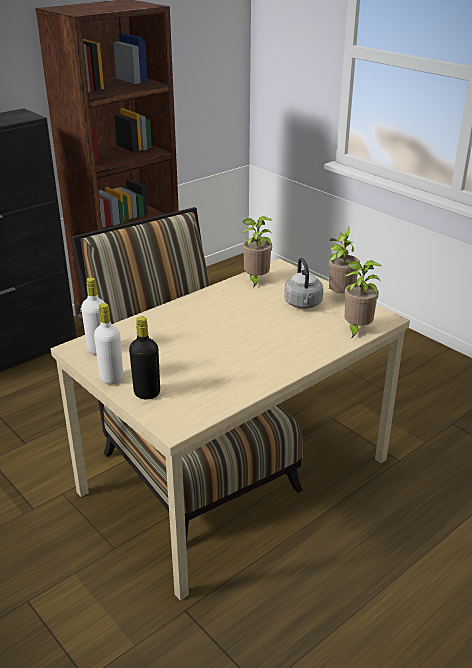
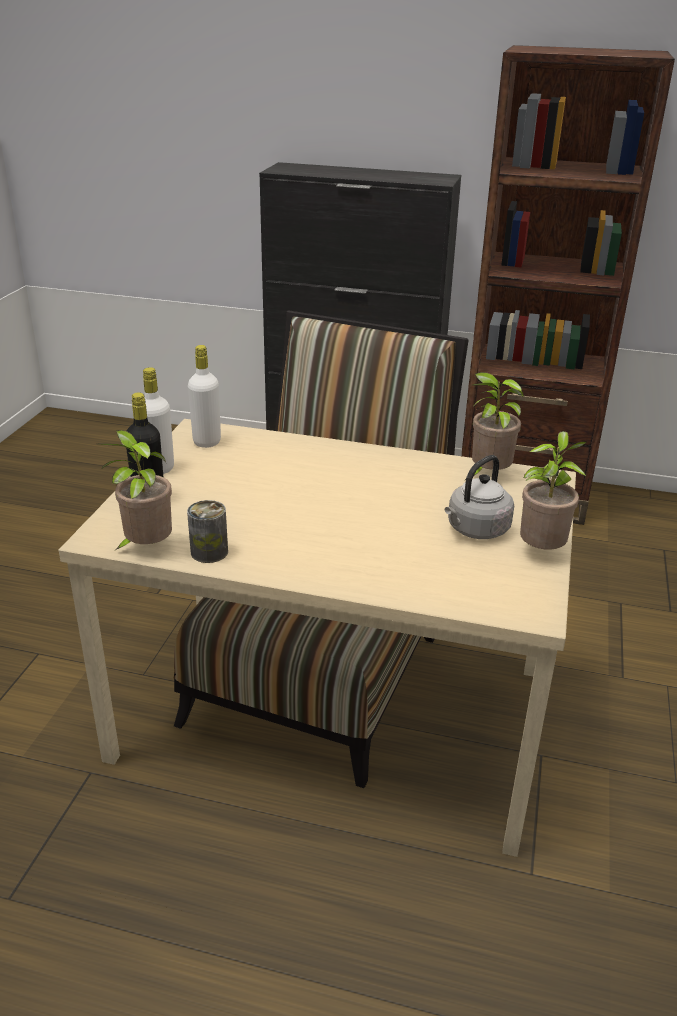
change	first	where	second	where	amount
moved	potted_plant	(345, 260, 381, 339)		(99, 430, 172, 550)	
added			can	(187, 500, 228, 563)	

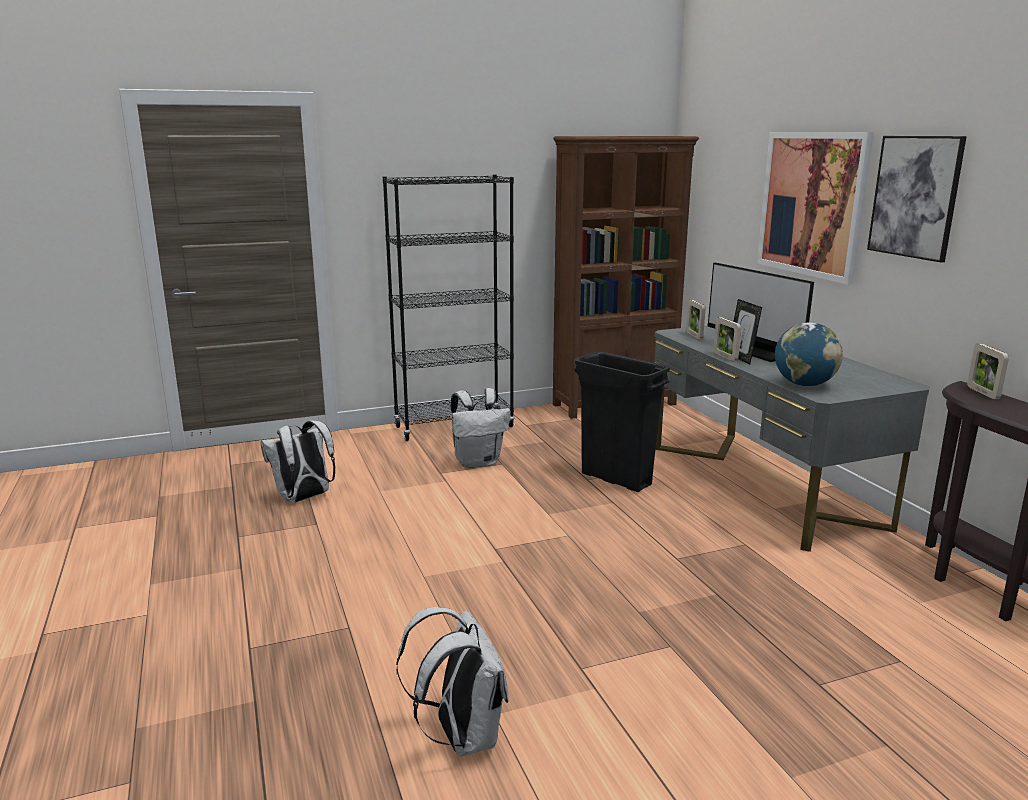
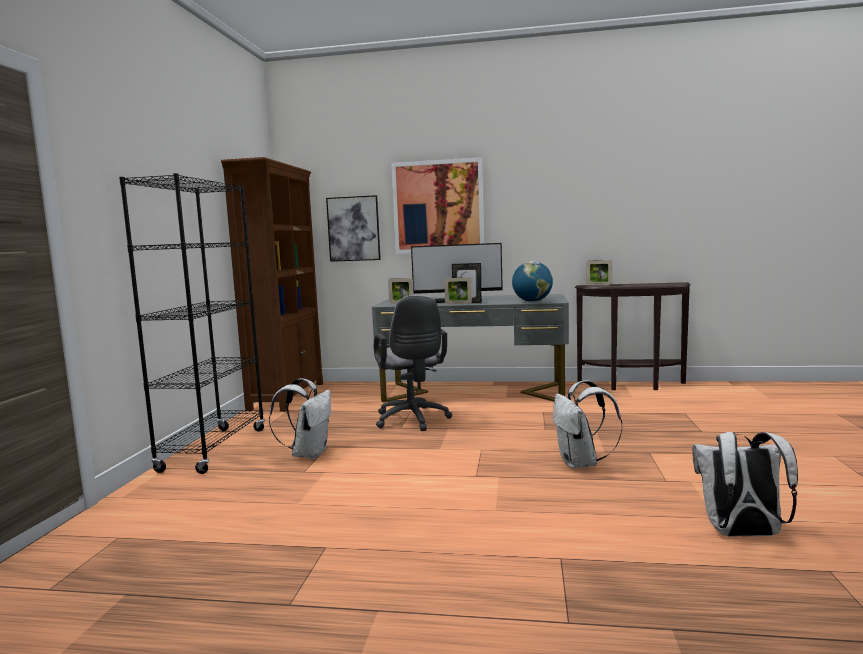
change	first	where	second	where	amount
moved	wall_picture	(867, 136, 967, 262)		(326, 195, 381, 262)	
replaced	black-coloured_trash_can	(575, 352, 670, 492)	gray_computer_chair	(374, 295, 452, 431)	
moved	whitish_knapsack	(260, 420, 335, 503)		(553, 380, 622, 469)	

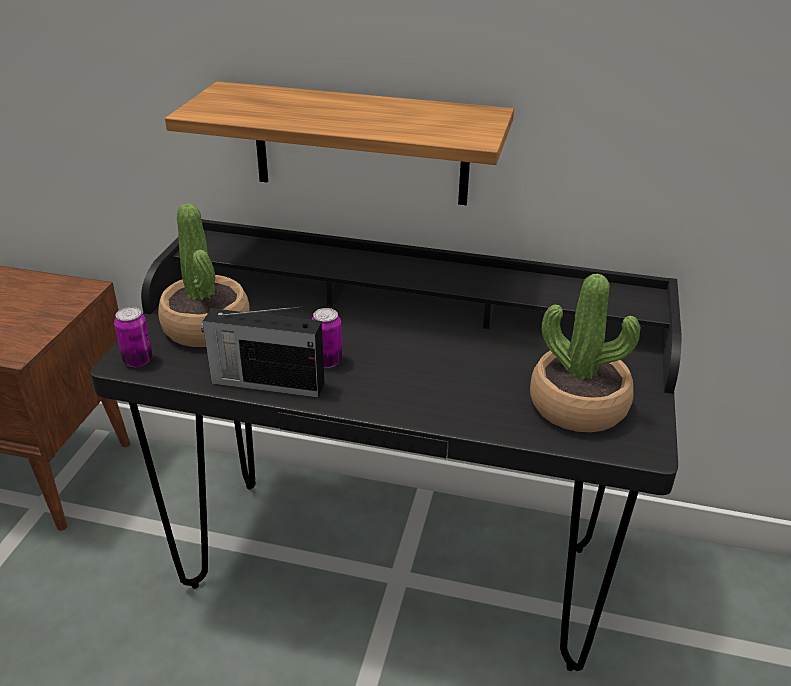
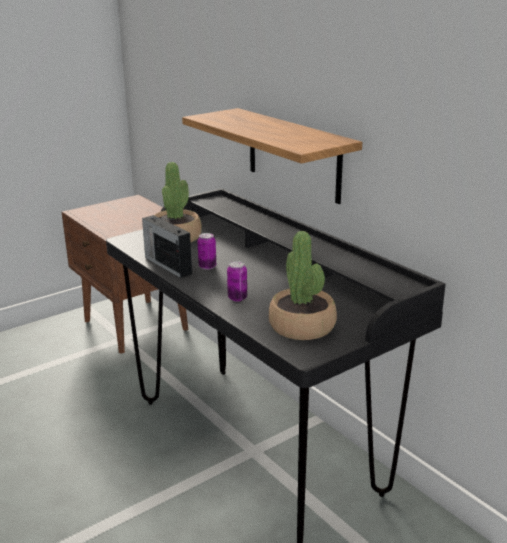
change	first	where	second	where	amount
moved	can	(114, 307, 152, 367)		(227, 261, 247, 301)	

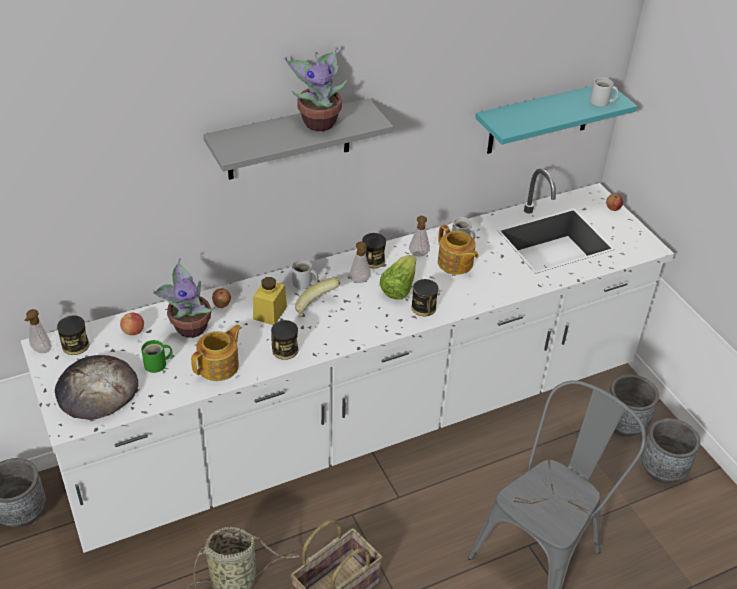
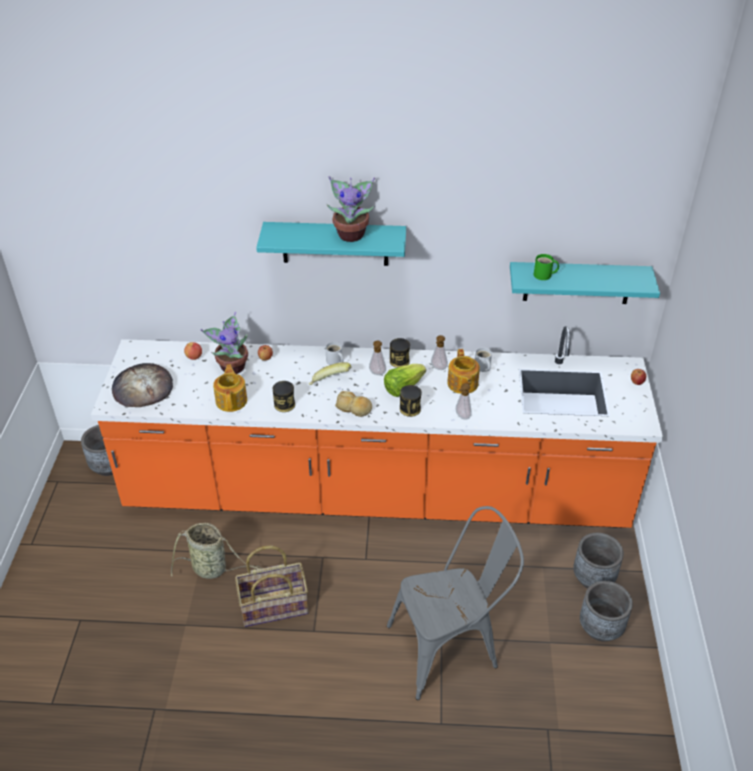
change	first	where	second	where	amount
recoloured	whitish_kitchen_base_unit	(21, 169, 674, 553)	orange_kitchen_base_unit	(91, 326, 663, 528)	
turned	pot_for_tea	(191, 325, 242, 381)		(213, 364, 247, 412)	75 degrees counterclockwise
recoloured	gray_bracket_shelf	(203, 98, 393, 180)	blue-green_bracket_shelf	(256, 222, 406, 266)	
added			bread	(335, 391, 372, 417)	
moved	soap_bottle	(24, 309, 52, 353)		(456, 383, 472, 420)	
moved	green_mug	(141, 340, 172, 373)		(534, 254, 559, 280)	
removed	can	(57, 316, 89, 355)			
removed	yellow_jar	(253, 277, 287, 325)			
removed	whitish_mug	(590, 77, 619, 106)			

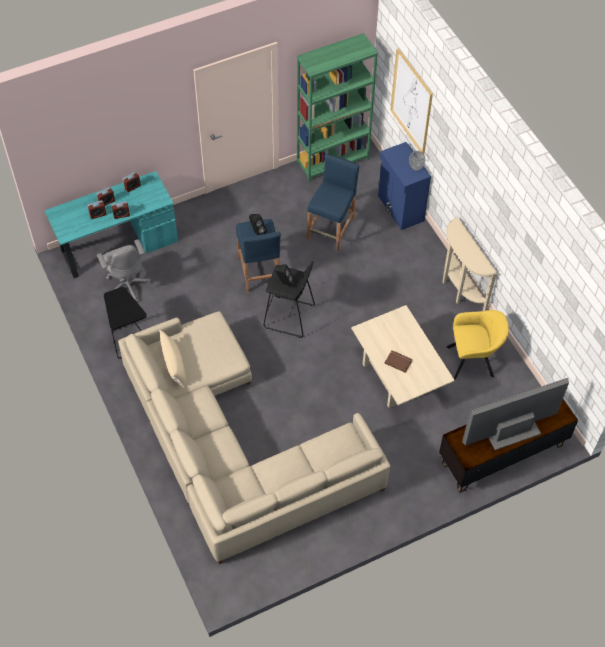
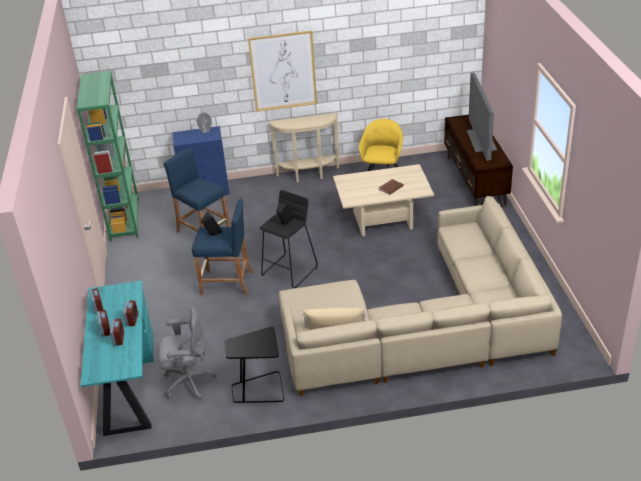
change	first	where	second	where	amount
moved	wall_picture	(390, 48, 433, 154)		(248, 30, 317, 112)	

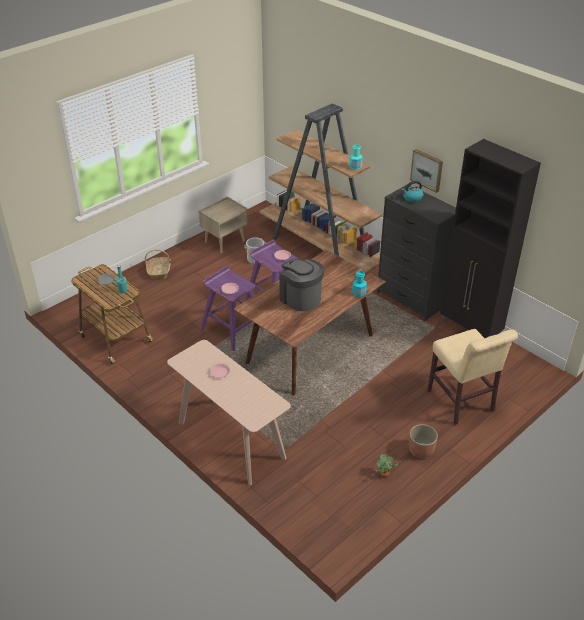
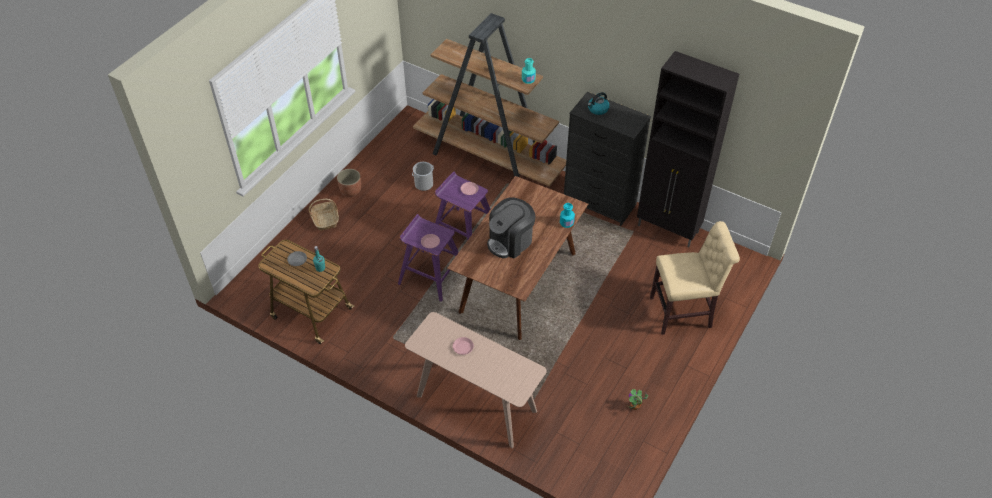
change	first	where	second	where	amount
moved	flower_pot	(409, 424, 438, 458)		(337, 169, 361, 197)	
turned	coffee_brewer	(279, 259, 324, 311)		(487, 197, 535, 258)	75 degrees counterclockwise
turned	beige_chair	(427, 329, 518, 425)		(650, 221, 740, 335)	60 degrees counterclockwise
removed	beige_bedside_table	(198, 196, 248, 253)			
removed	wall_picture	(410, 149, 443, 193)			

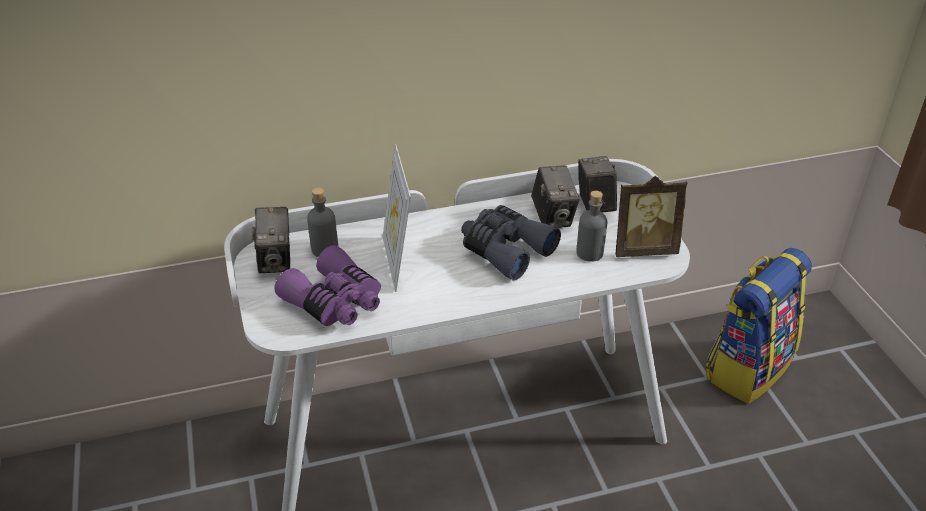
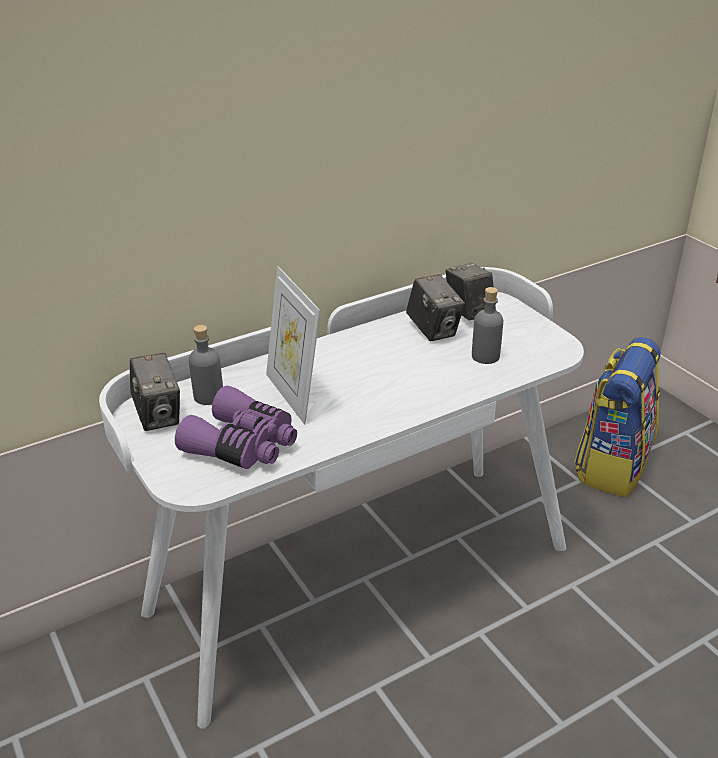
change	first	where	second	where	amount
removed	gray_pair_of_binoculars	(461, 205, 561, 280)			
removed	photo_frame	(615, 176, 687, 257)			

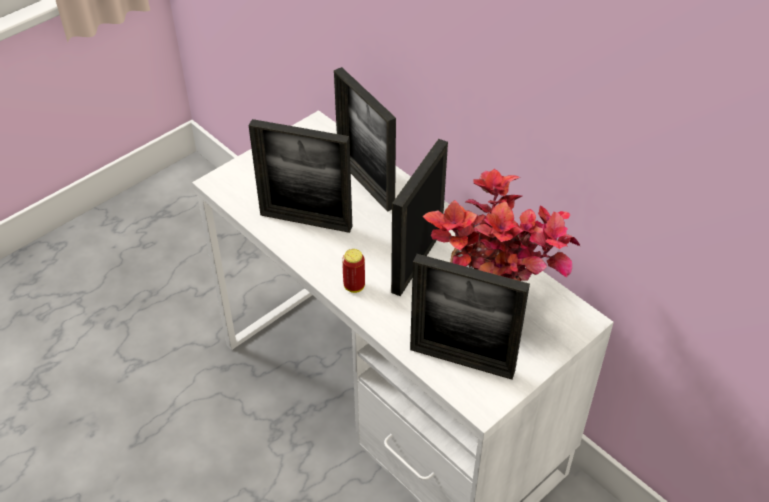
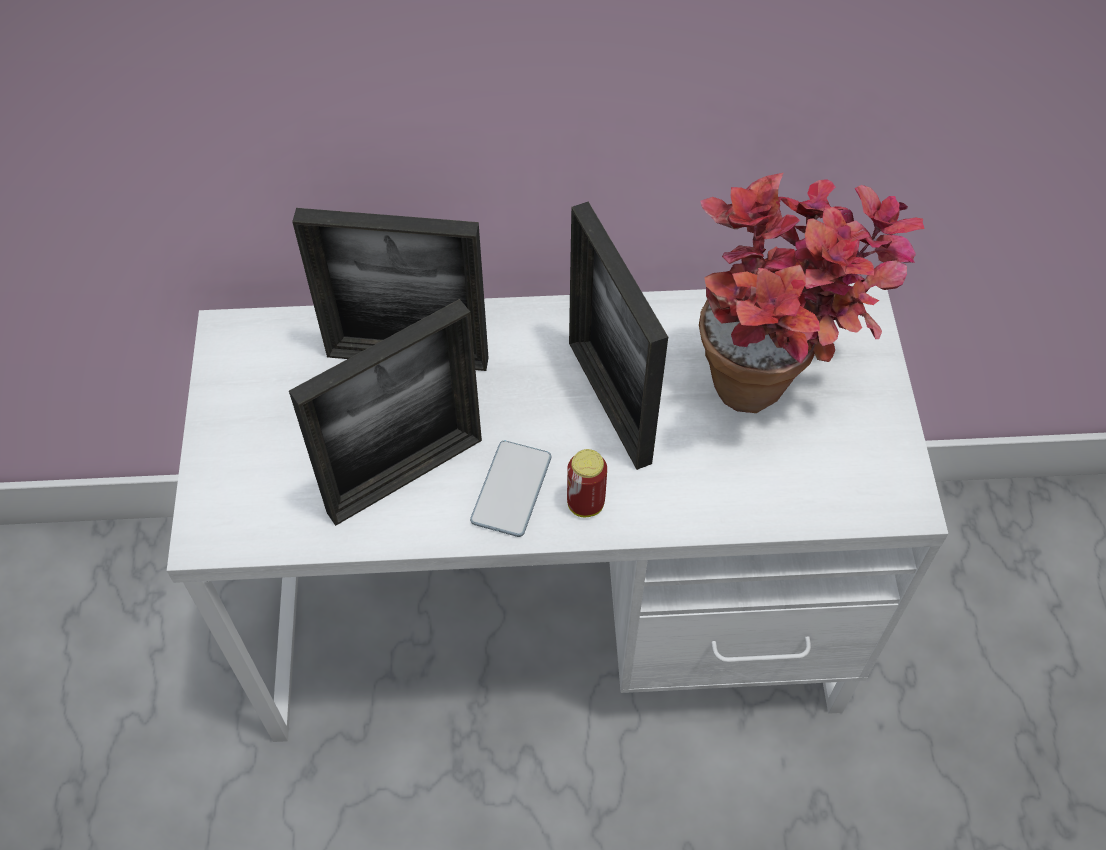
change	first	where	second	where	amount
added			phone	(470, 440, 551, 537)	
removed	photo_frame	(410, 254, 530, 380)			

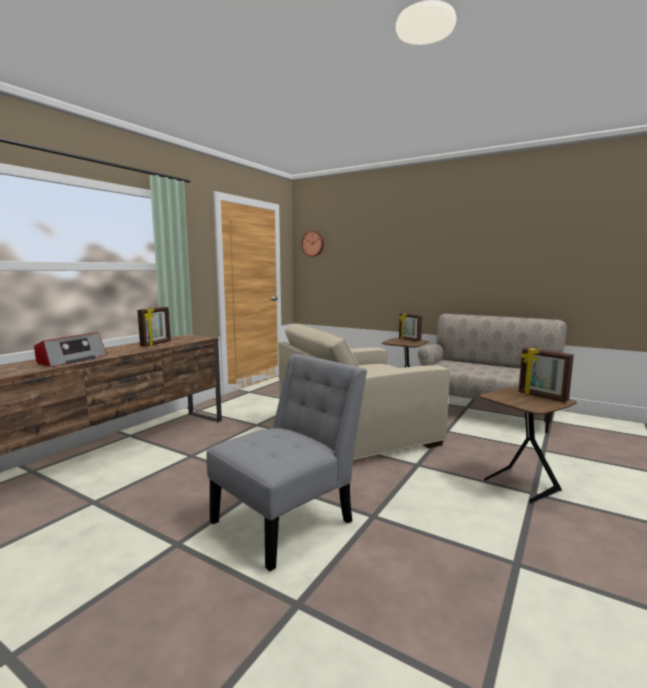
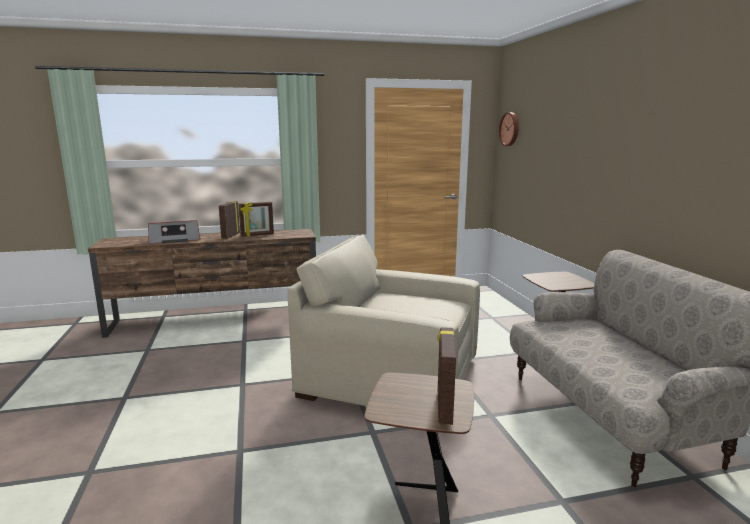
change	first	where	second	where	amount
moved	photo_frame	(399, 313, 422, 342)		(219, 201, 240, 239)	
removed	gray_chair	(206, 354, 367, 571)			

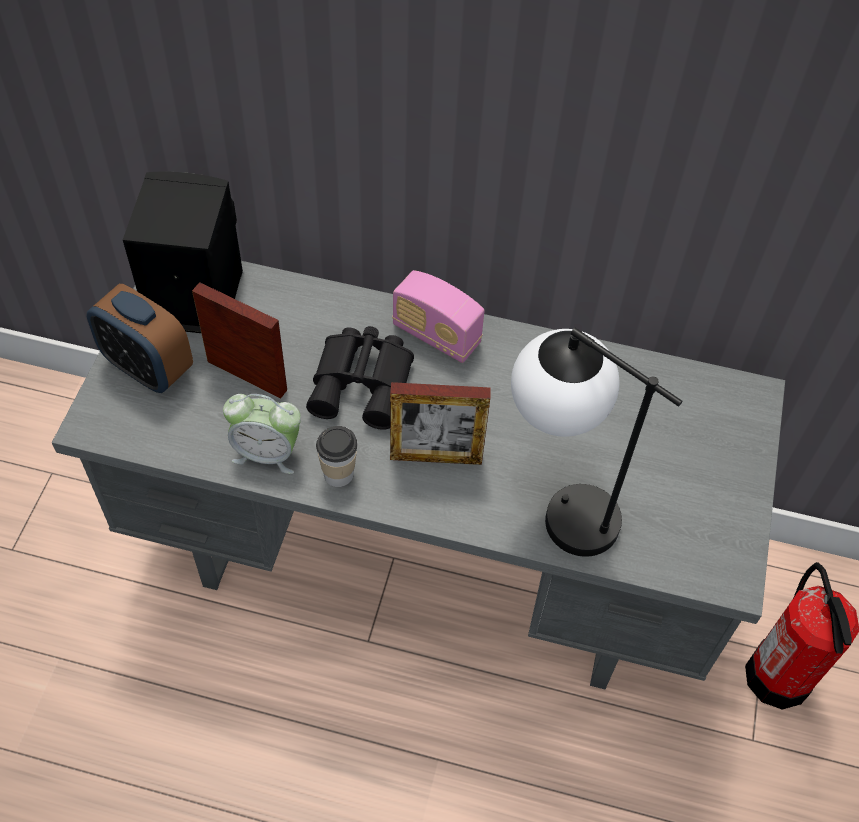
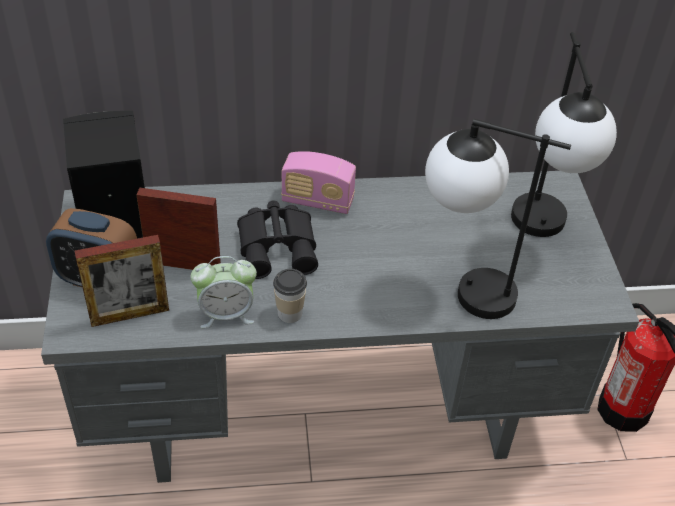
change	first	where	second	where	amount
moved	photo_frame	(390, 382, 491, 465)		(75, 235, 169, 327)	
added			table_lamp	(511, 32, 617, 237)	

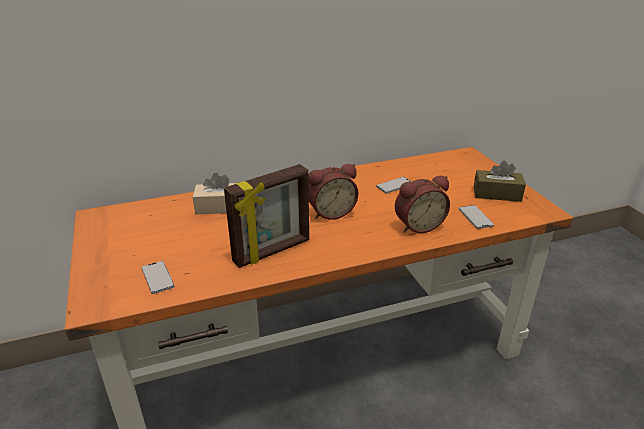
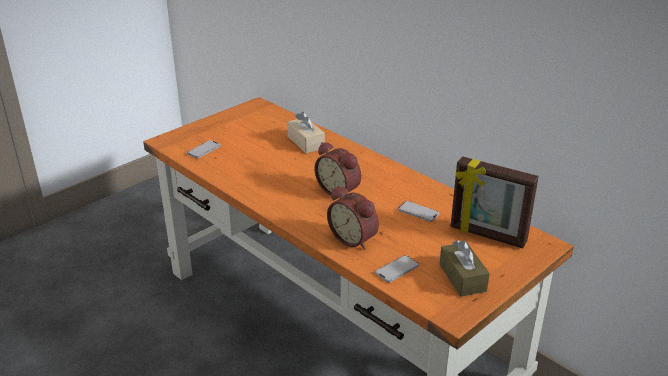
change	first	where	second	where	amount
moved	photo_frame	(224, 164, 309, 268)		(451, 156, 539, 249)	

